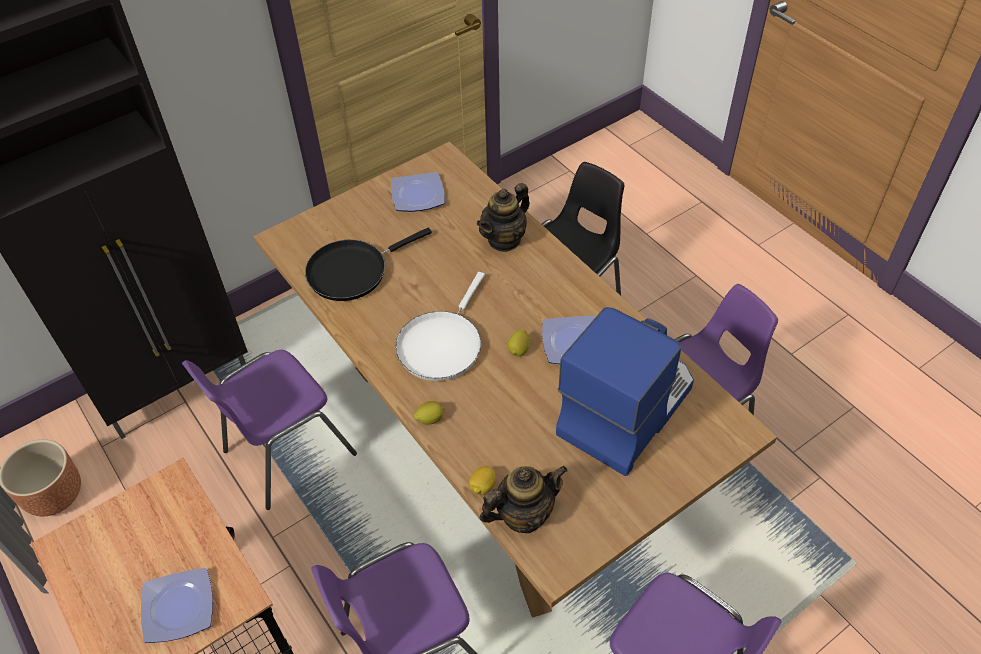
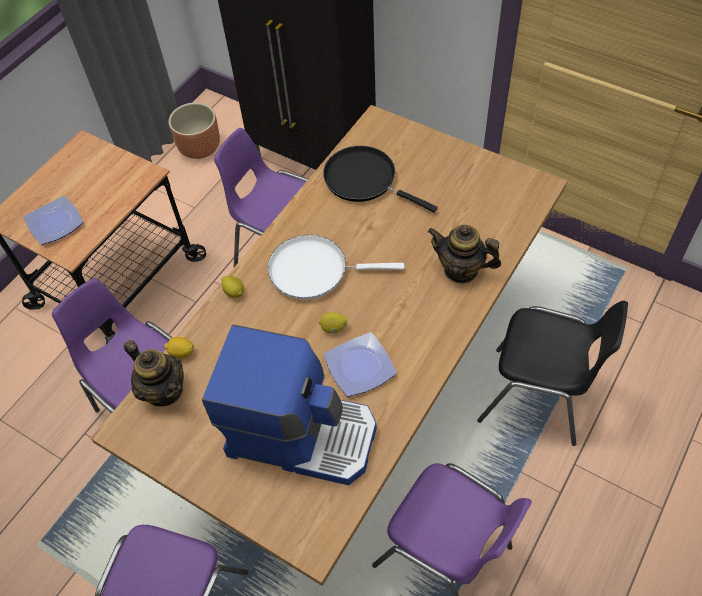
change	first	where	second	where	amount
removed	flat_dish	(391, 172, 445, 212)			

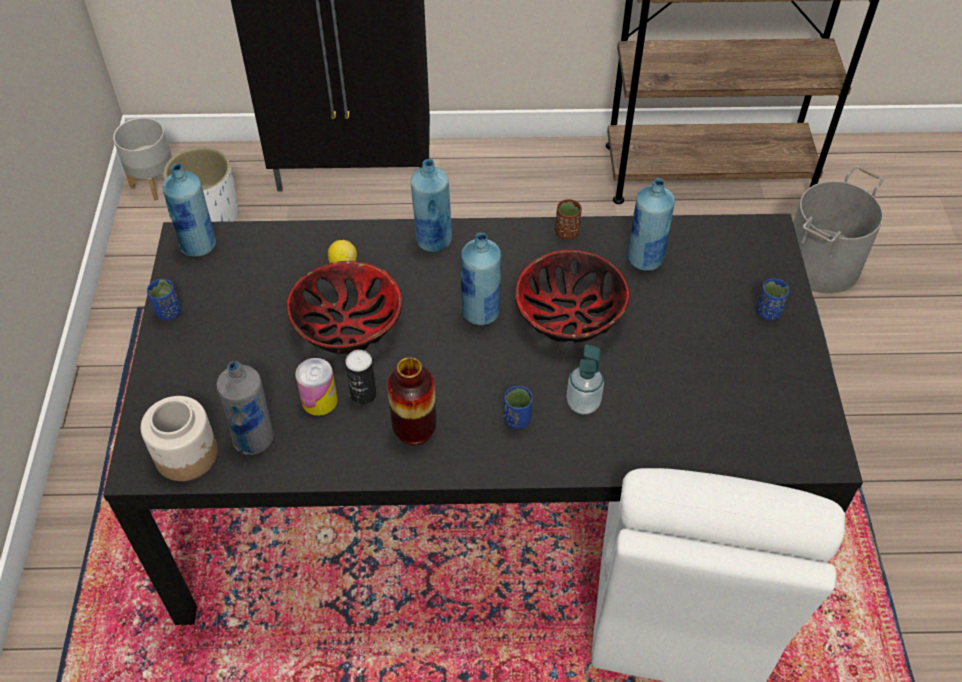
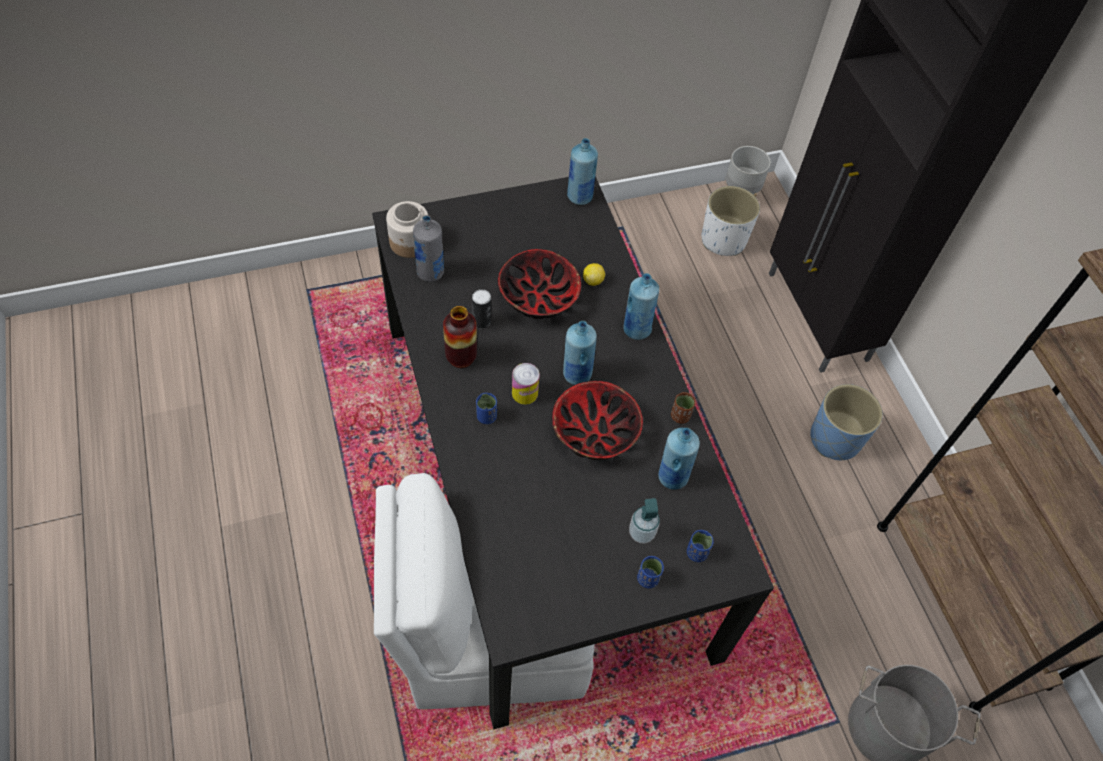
change	first	where	second	where	amount
moved	can	(295, 358, 338, 416)		(512, 363, 540, 405)	
moved	soap_bottle	(567, 344, 604, 414)		(629, 498, 660, 543)	
moved	blue-coloured_cup	(147, 279, 181, 320)		(687, 530, 714, 562)	
added			blue-coloured_flower_pot	(810, 384, 883, 460)	

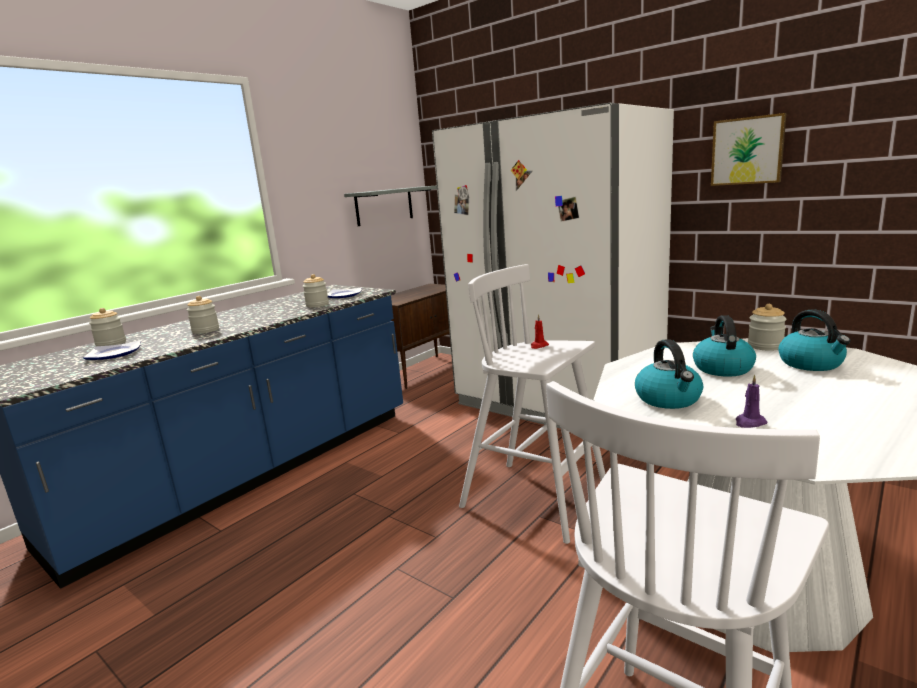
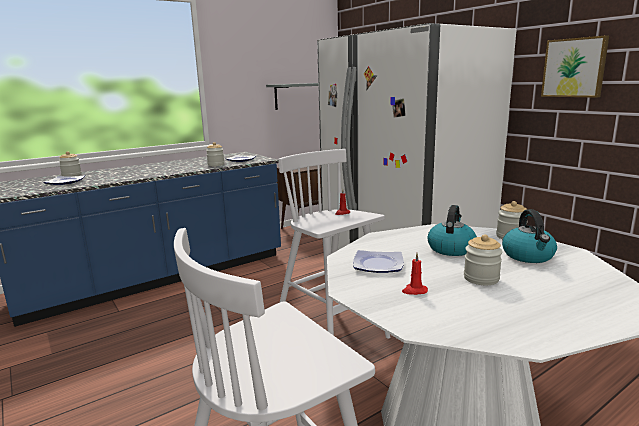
change	first	where	second	where	amount
replaced	water_kettle	(635, 339, 703, 409)	flat_dish	(353, 250, 404, 273)	
recoloured	purple_wax_light	(736, 375, 768, 428)	red_wax_light	(402, 253, 428, 295)	
moved	jar	(187, 296, 219, 334)		(464, 234, 503, 285)	

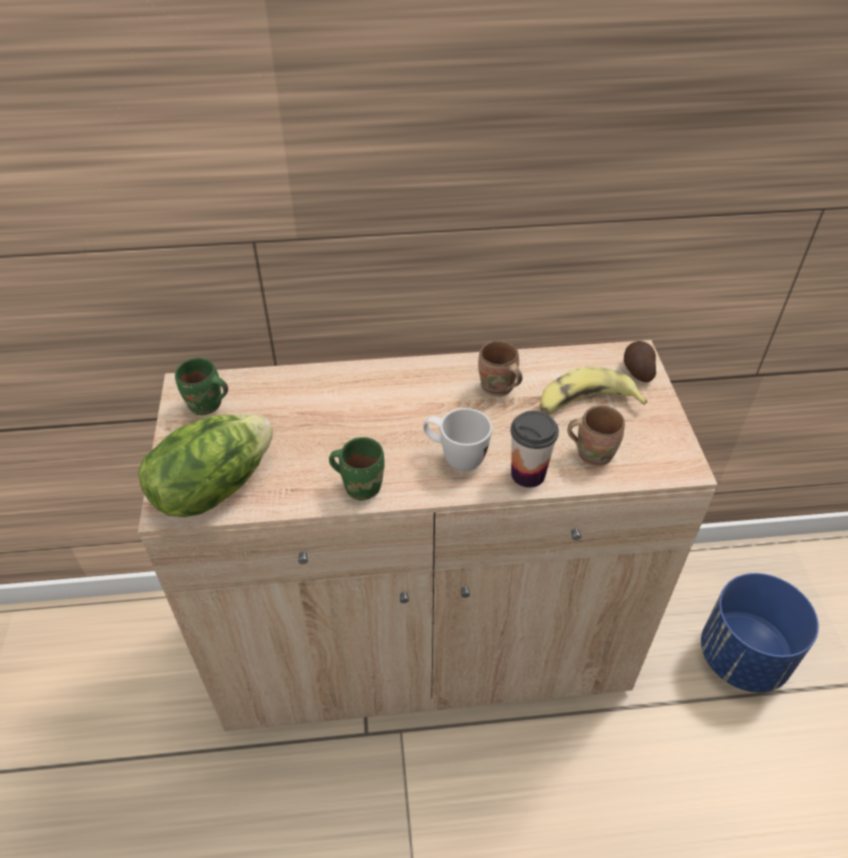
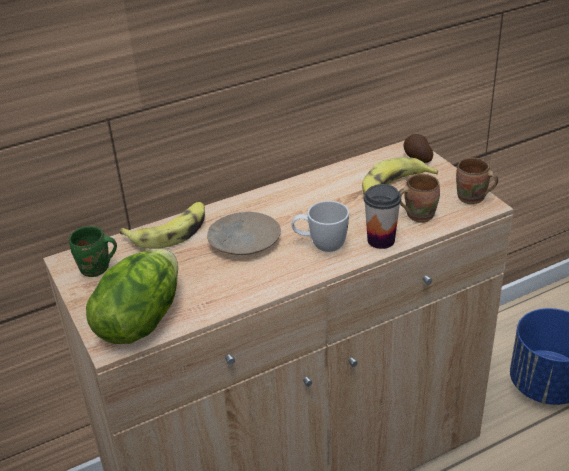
change	first	where	second	where	amount
added			whole_banana	(120, 202, 205, 249)	
added			beige_flat_dish	(207, 212, 281, 255)	
moved	brown_mug	(478, 340, 523, 397)		(456, 157, 498, 204)	
removed	green_mug	(329, 437, 385, 500)			

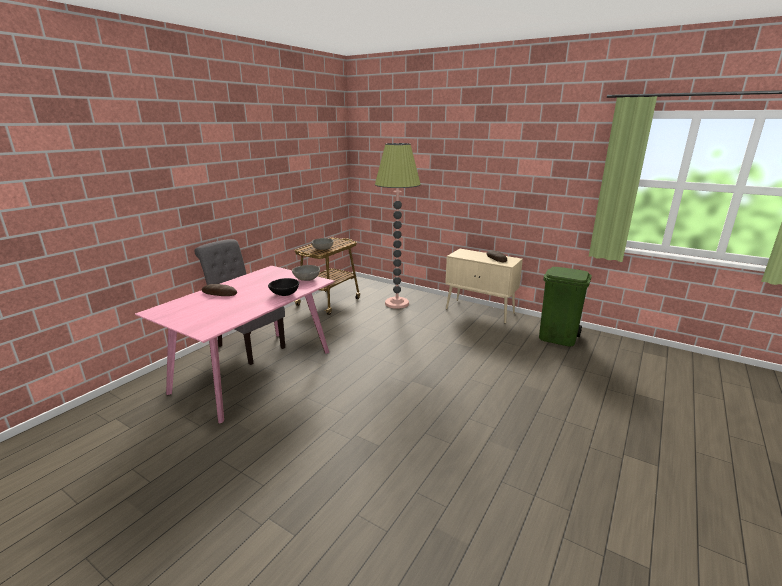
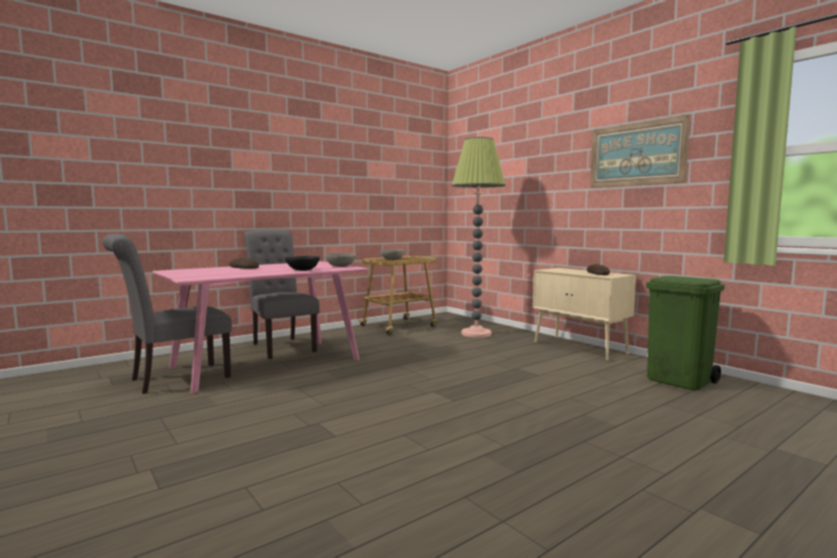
change	first	where	second	where	amount
added			gray_chair	(102, 234, 232, 394)	
added			wall_picture	(590, 115, 690, 188)	

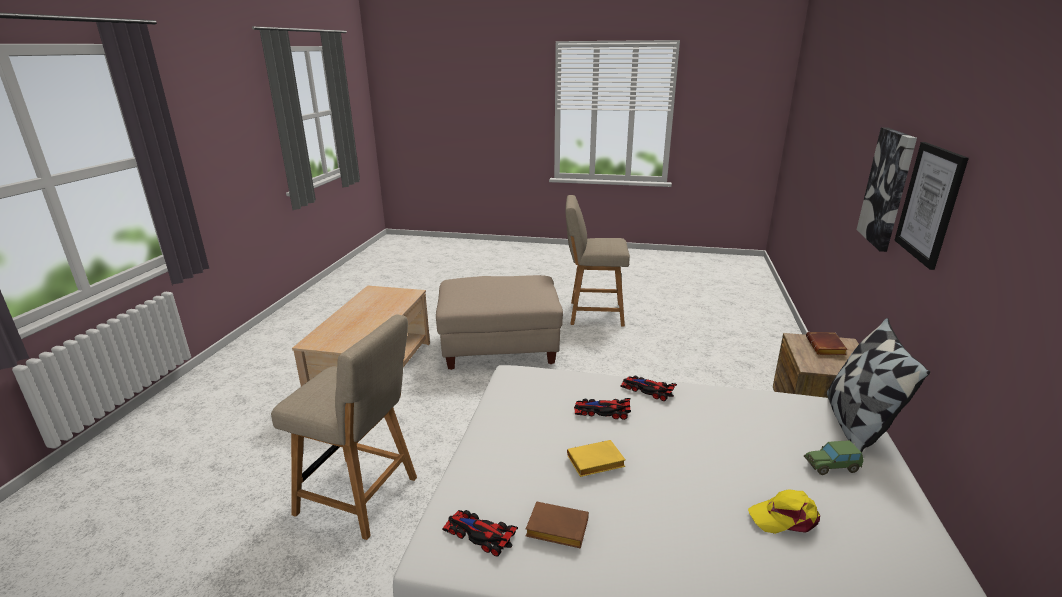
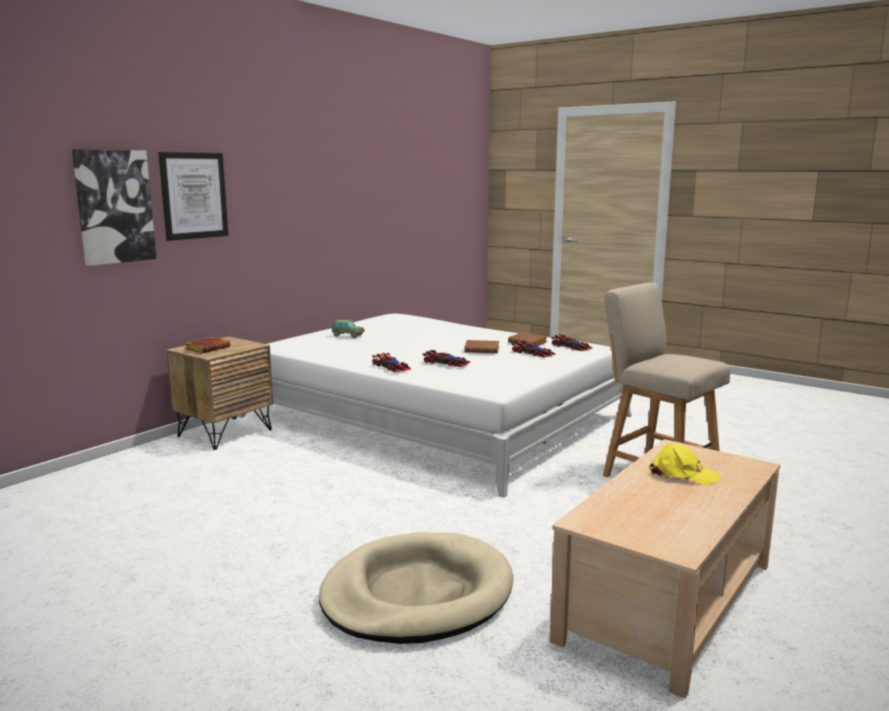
change	first	where	second	where	amount
replaced	beige_pouffe	(436, 275, 563, 370)	beige_pet_bed	(319, 532, 513, 644)	
recoloured	yellow_bound_book	(567, 440, 625, 477)	brown_bound_book	(464, 340, 499, 353)	
added			model_car	(511, 340, 555, 358)	
moved	yellow_peaked_cap	(748, 489, 820, 534)		(649, 443, 720, 485)	
removed	beige_chair	(565, 195, 630, 326)			
removed	throw_pillow	(827, 318, 930, 453)			

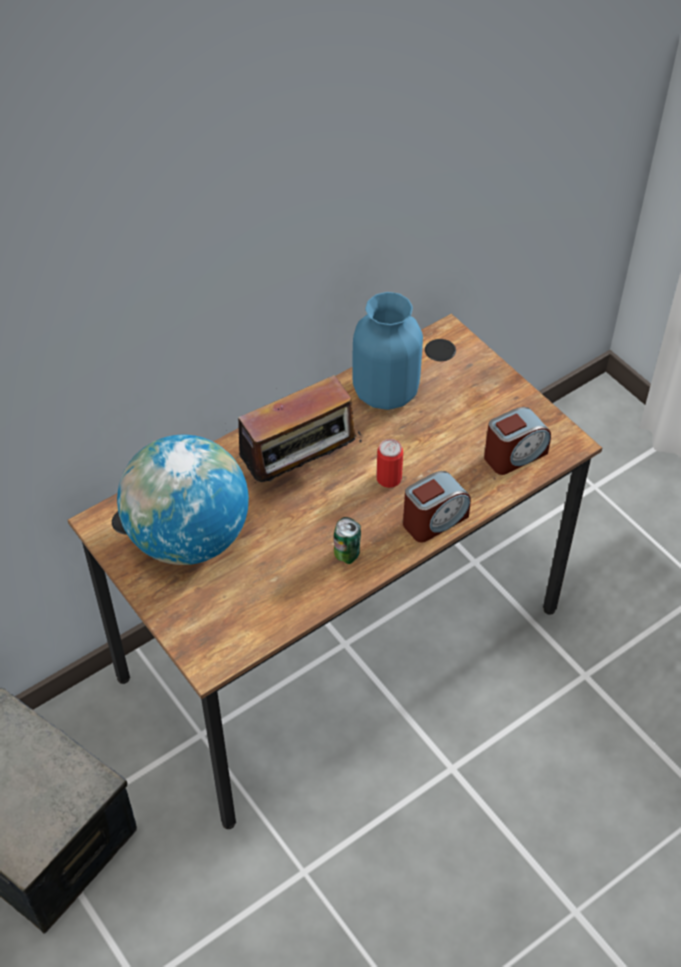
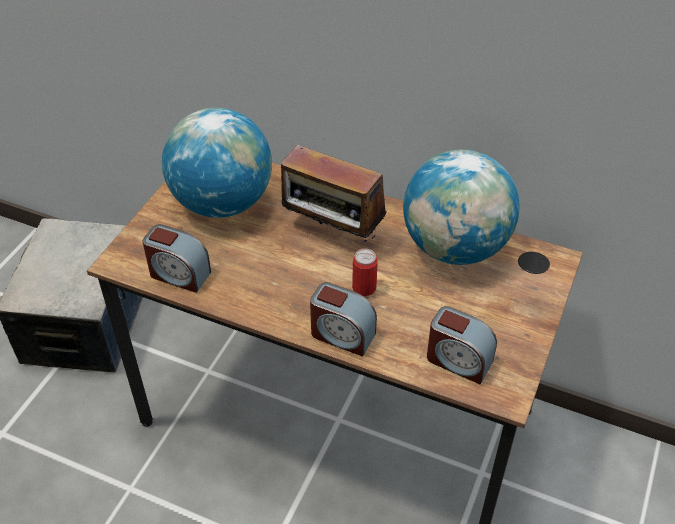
change	first	where	second	where	amount
added			alarm_clock	(143, 224, 211, 293)	
replaced	blue-coloured_flower_vase	(352, 292, 423, 410)	world_globe	(403, 149, 520, 265)	
removed	can	(334, 517, 361, 564)			

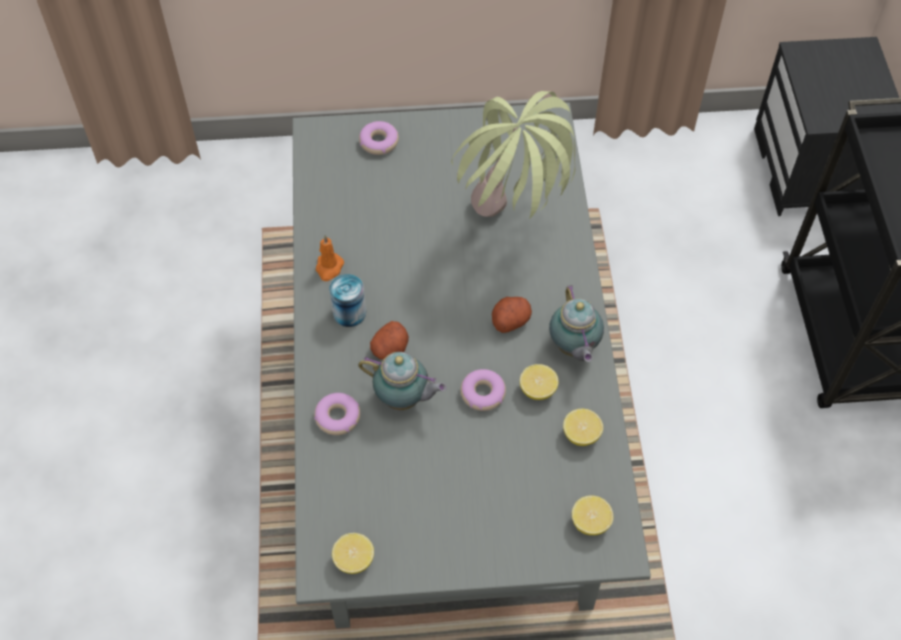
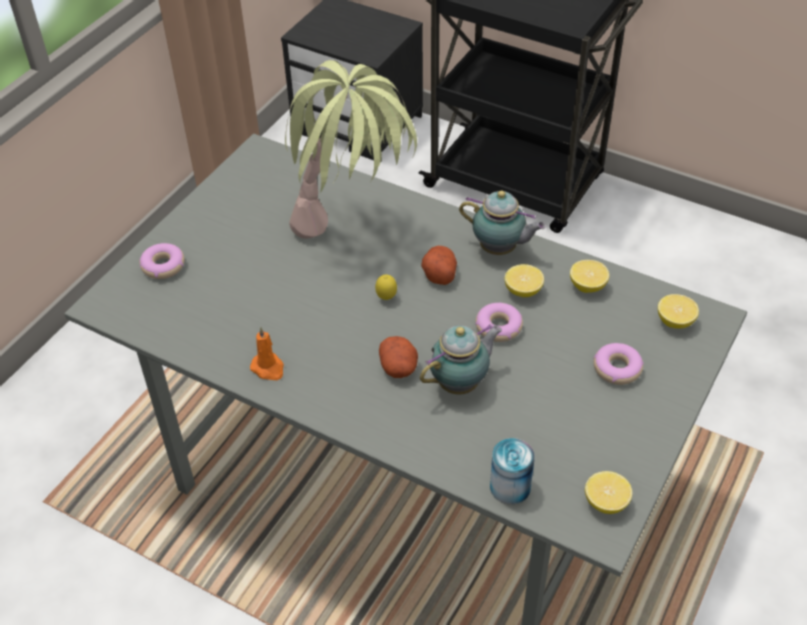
change	first	where	second	where	amount
added			lemon	(375, 275, 397, 300)	
moved	can	(329, 274, 366, 327)		(490, 438, 535, 504)	
moved	donut	(314, 393, 360, 435)		(593, 343, 644, 385)	

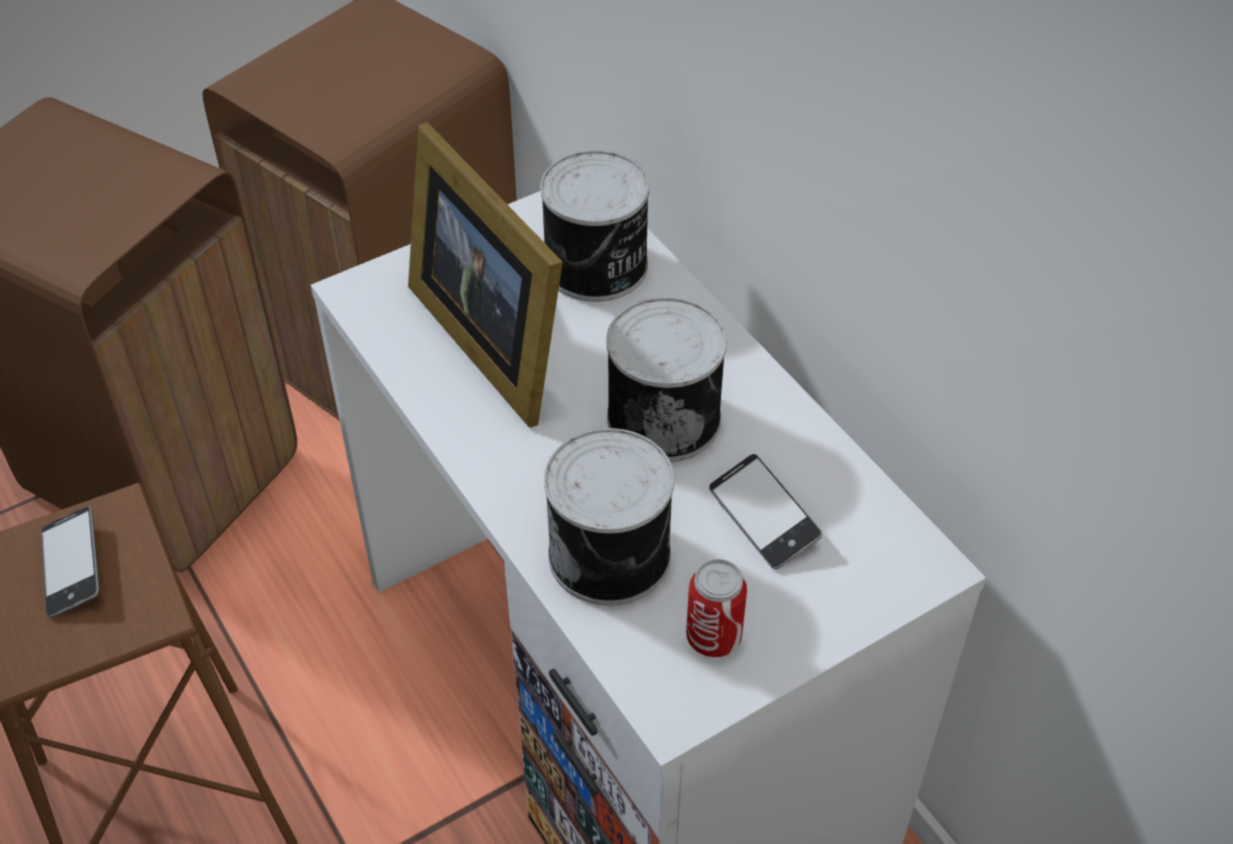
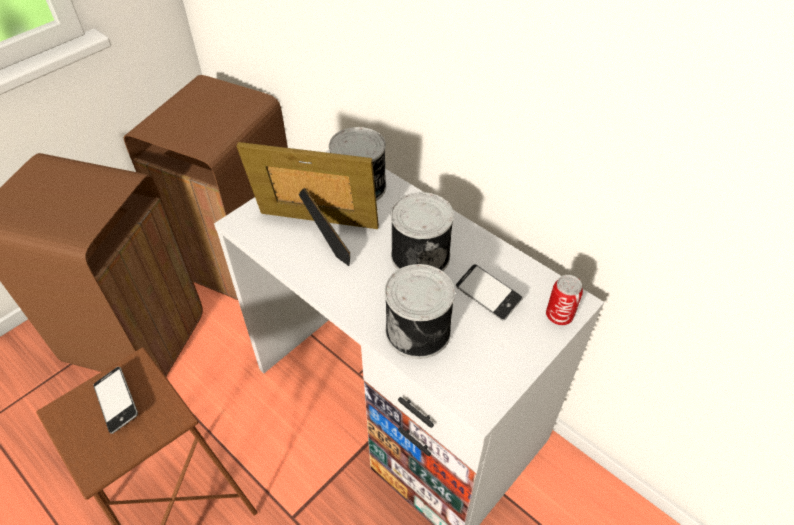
change	first	where	second	where	amount
turned	photo_frame	(408, 122, 563, 428)		(236, 142, 379, 266)	150 degrees clockwise
moved	can	(686, 559, 747, 657)		(546, 275, 583, 325)	

